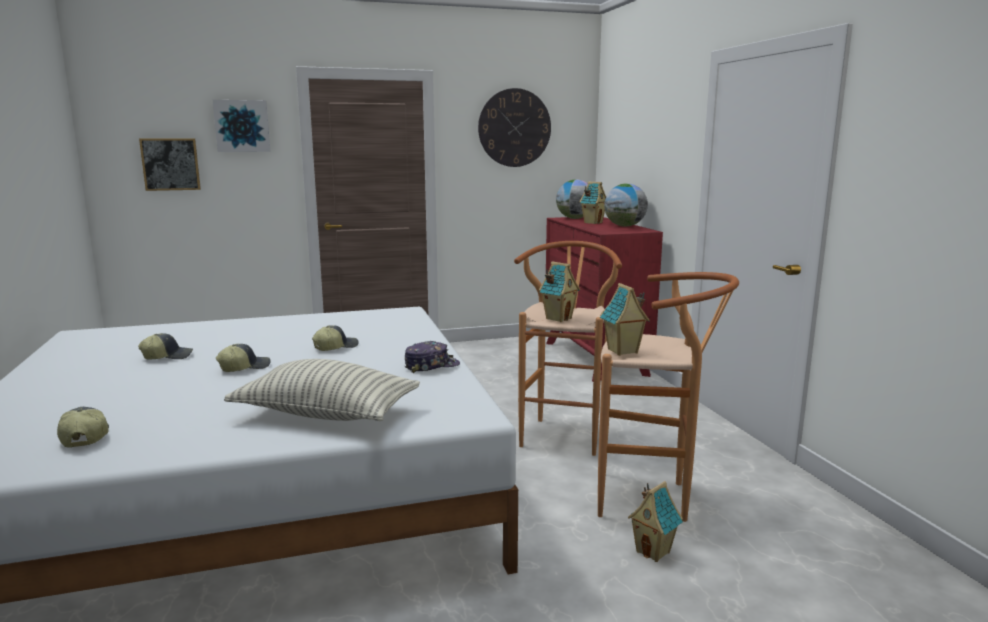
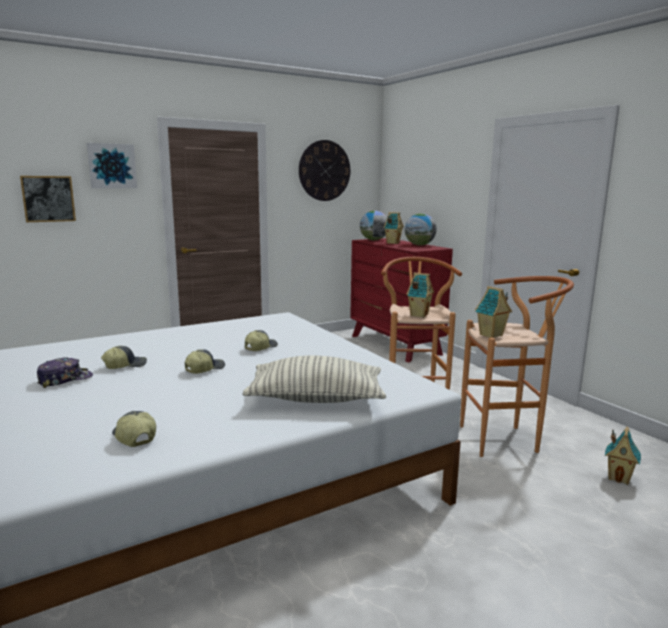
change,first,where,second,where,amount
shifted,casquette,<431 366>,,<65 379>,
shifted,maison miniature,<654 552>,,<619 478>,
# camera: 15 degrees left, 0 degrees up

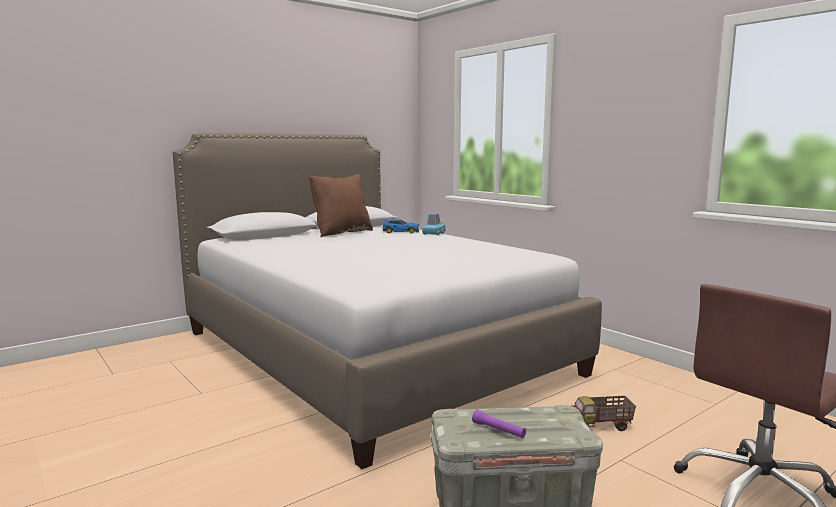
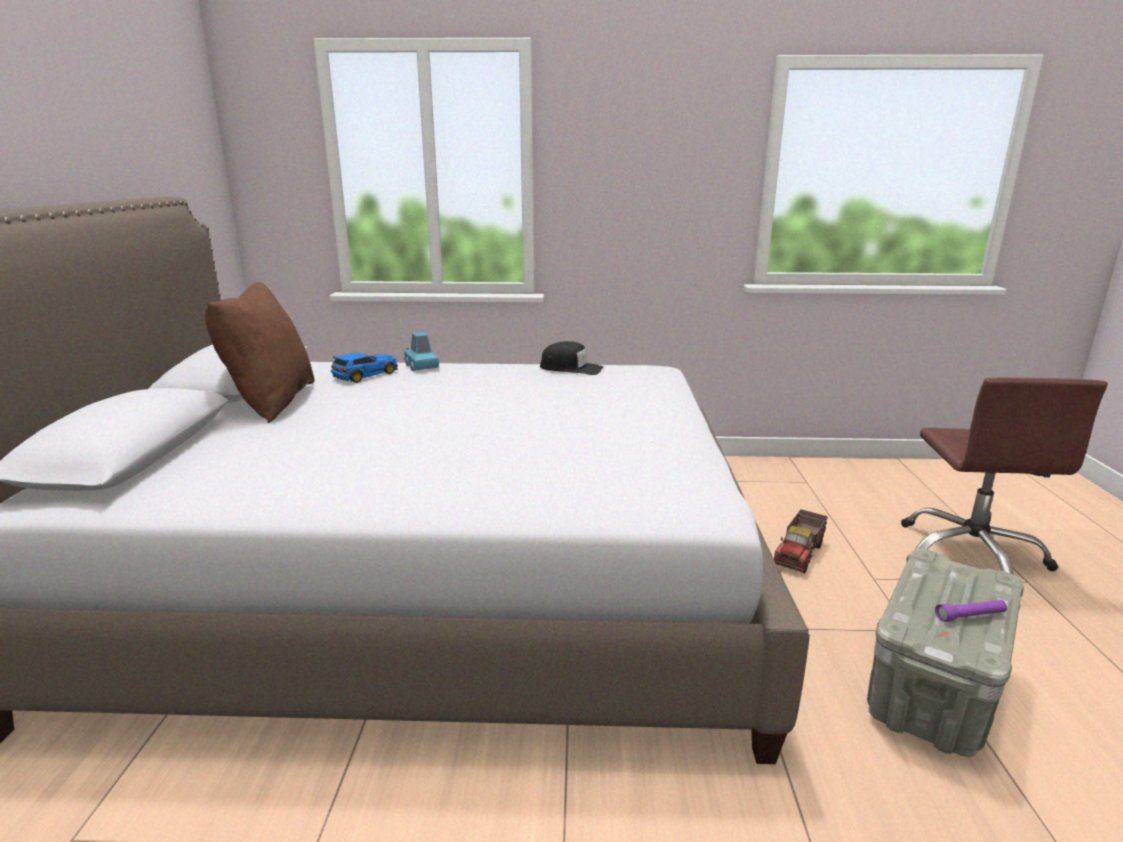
change,first,where,second,where,amount
new,,,casquette (noir),<571 368>,
# camera: 50 degrees left, 10 degrees up

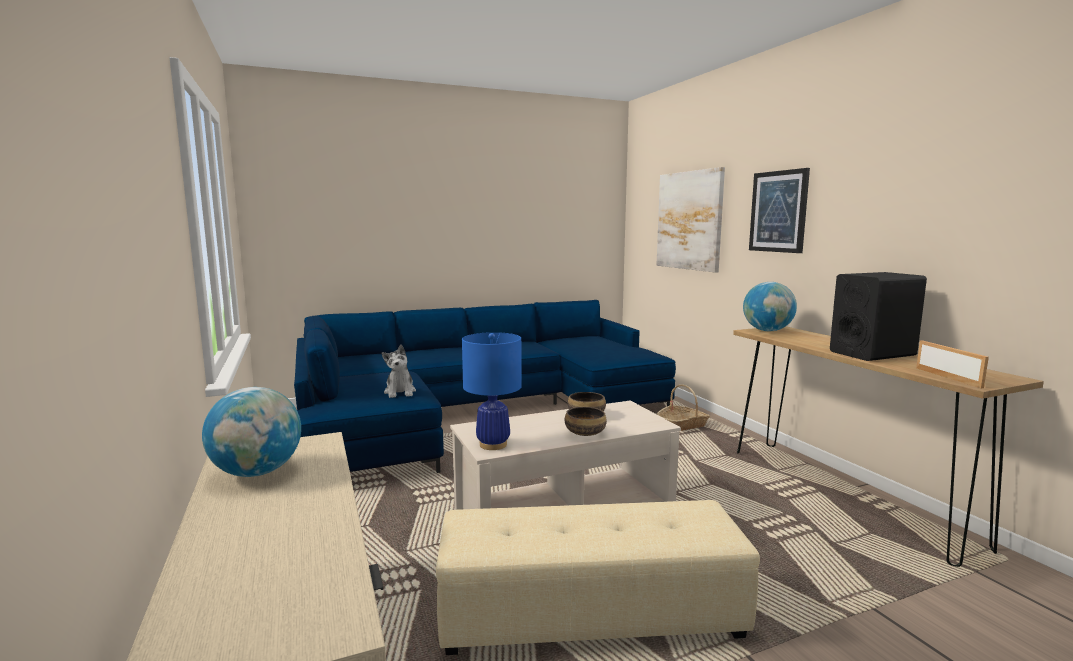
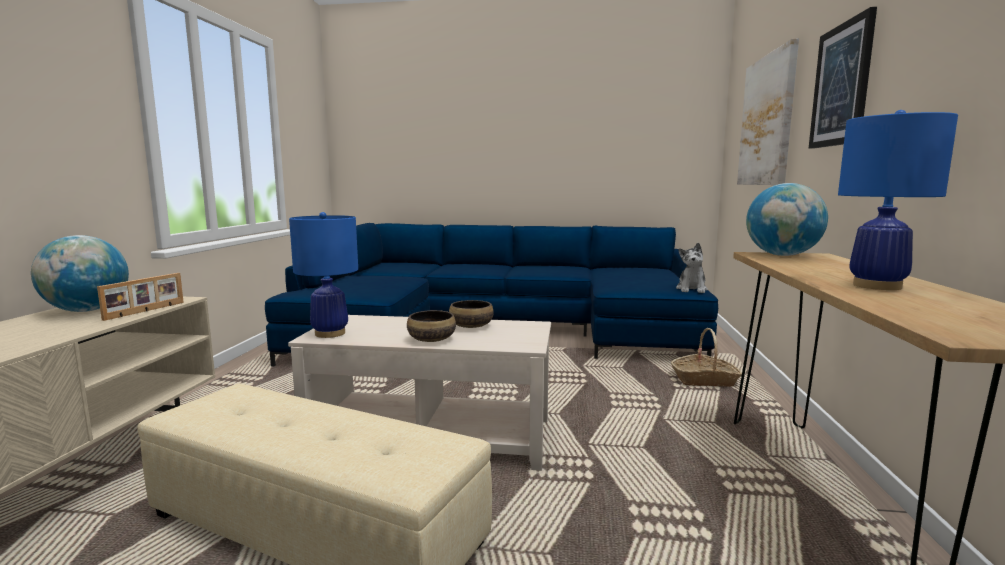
change,first,where,second,where,amount
shifted,peluche,<400 392>,,<691 289>,
swapped,enceinte (noir),<872 353>,lampe de table (bleu),<877 286>,
shifted,cadre photo,<948 377>,,<146 311>,
# camera: 30 degrees right, 0 degrees up

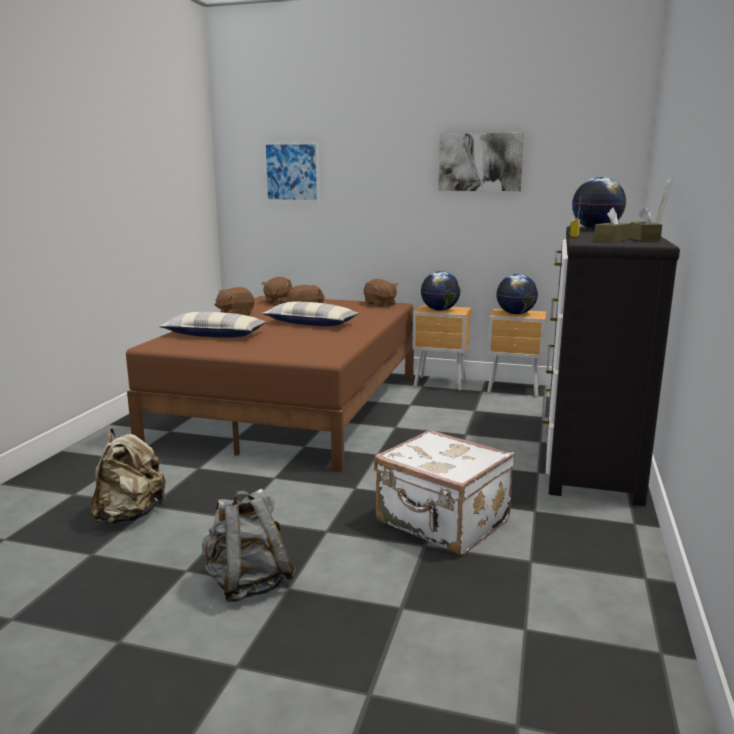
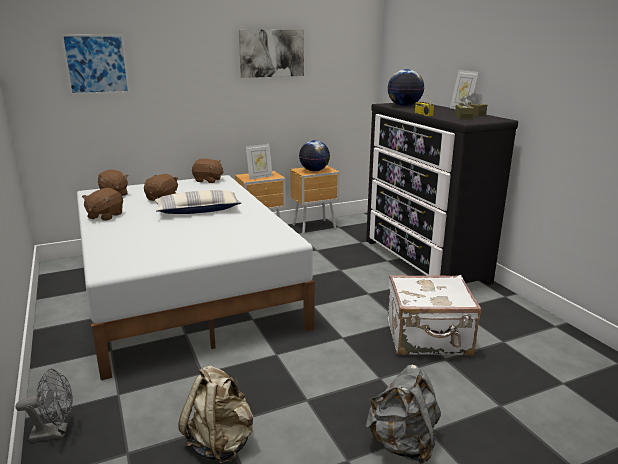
change,first,where,second,where,amount
repainted,lit (marron),<294 406>,lit (blanc),<185 287>,
gone,coussin,<215 335>,,,
swapped,globe,<440 310>,cadre photo,<259 177>,
new,,,ventilateur (gris),<55 432>,
# camera: 40 degrees left, 5 degrees up

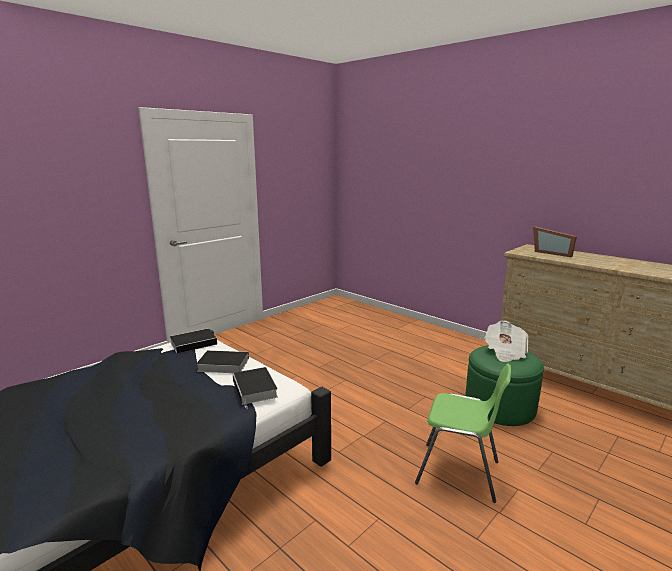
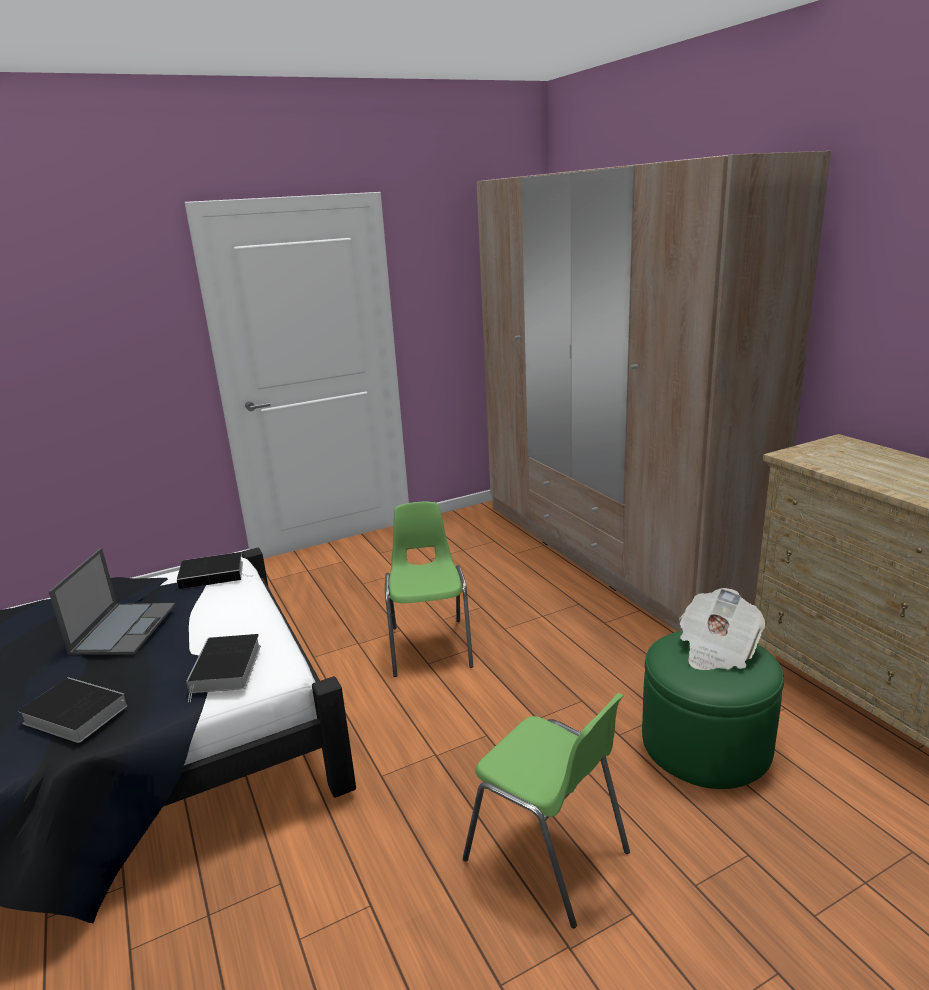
change,first,where,second,where,amount
shifted,livre,<221 365>,,<72 714>,
gone,cadre photo,<552 253>,,,
new,,,ordinateur portable,<124 628>,
new,,,chaise (vert),<430 646>,
new,,,armoire (beige),<608 553>,
# camera: 20 degrees right, 5 degrees up

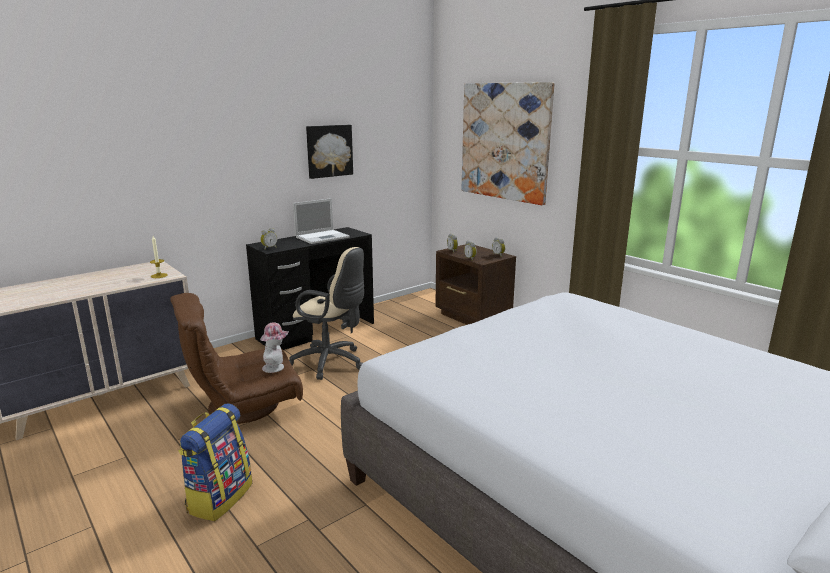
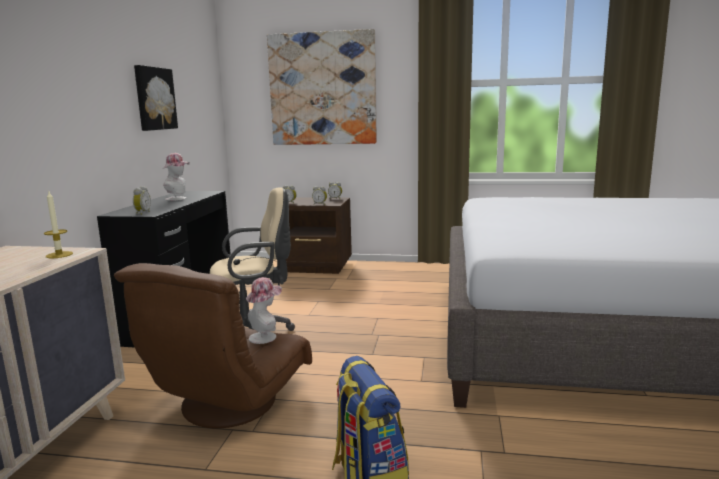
change,first,where,second,where,amount
swapped,ordinateur portable,<323 237>,chapeau,<178 199>,
# camera: 40 degrees left, 5 degrees down

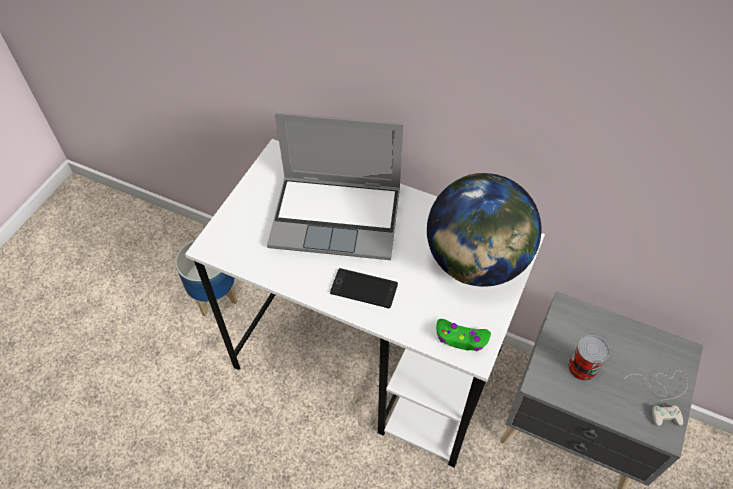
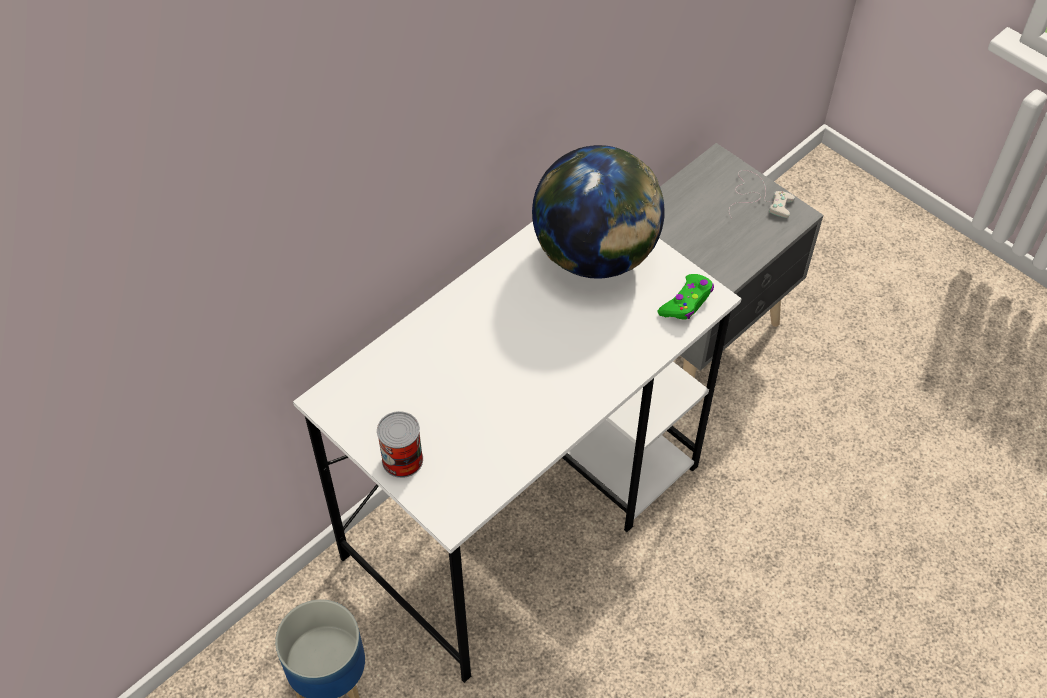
change,first,where,second,where,amount
gone,ordinateur portable,<338 217>,,,
gone,téléphone,<364 288>,,,
shifted,boîte métallique,<582 367>,,<402 459>,
# camera: 70 degrees left, 0 degrees up

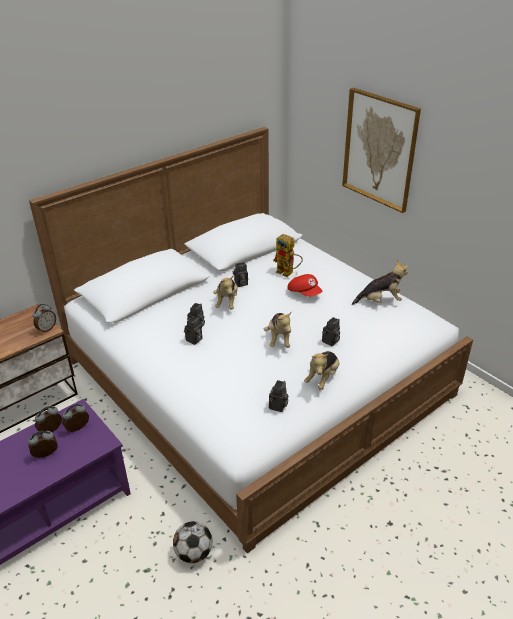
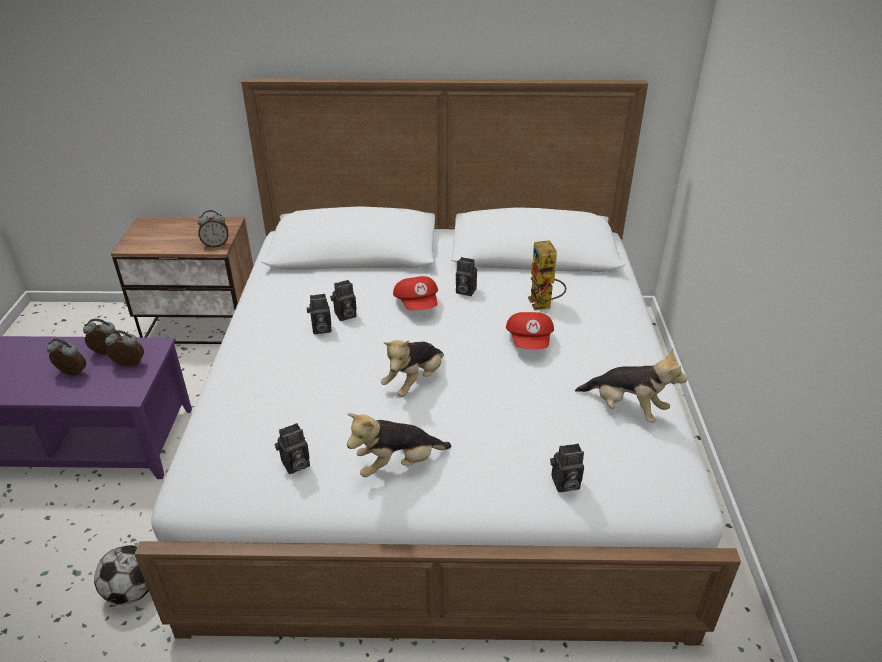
change,first,where,second,where,amount
swapped,peluche,<227 302>,casquette (rouge),<417 304>,
shifted,appareil photo,<330 341>,,<564 484>,
gone,tableau,<379 150>,,,
# camera: 40 degrees right, 0 degrees up

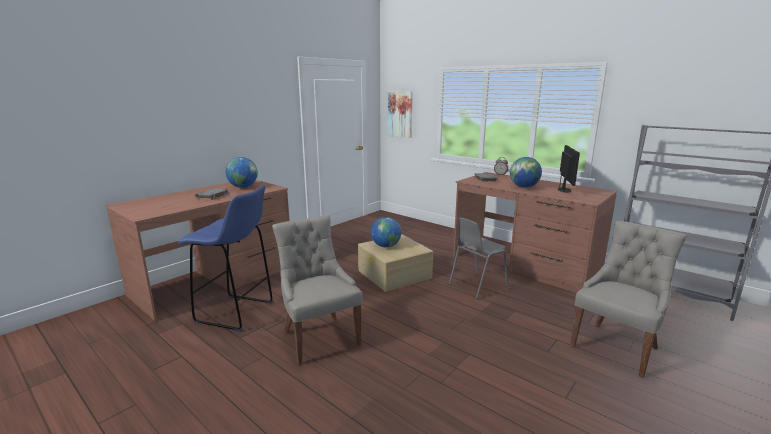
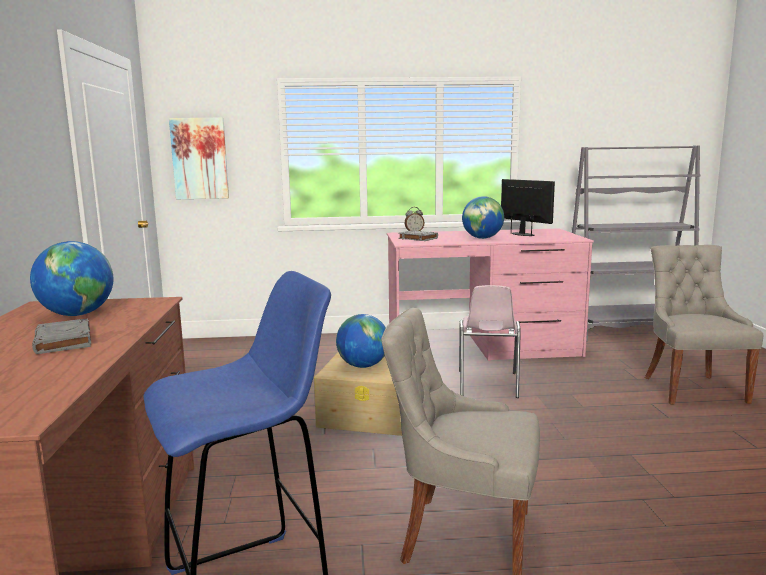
change,first,where,second,where,amount
repainted,chaise (gris),<476 285>,chaise (rose),<487 384>,
repainted,bureau (marron),<524 264>,bureau (rose),<482 346>,
# camera: 45 degrees left, 5 degrees down

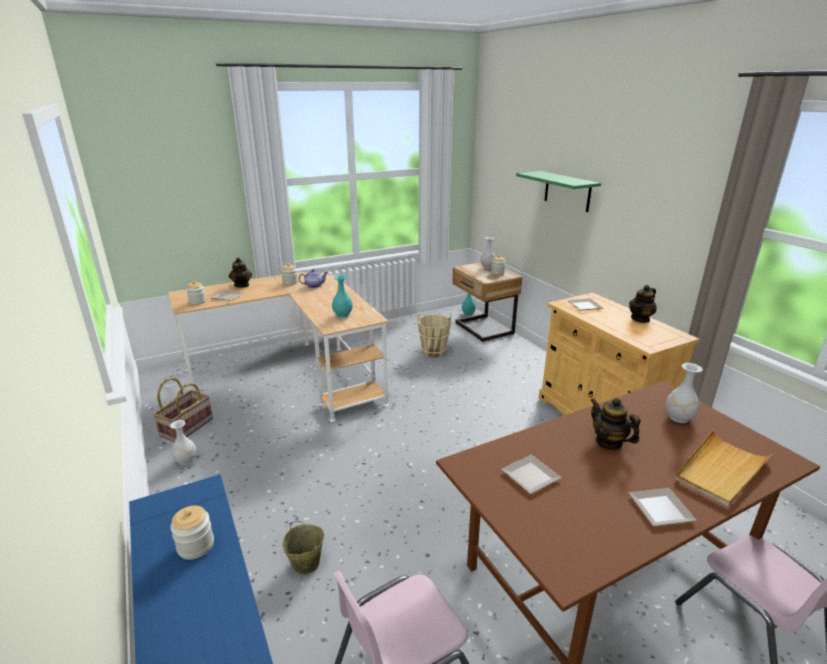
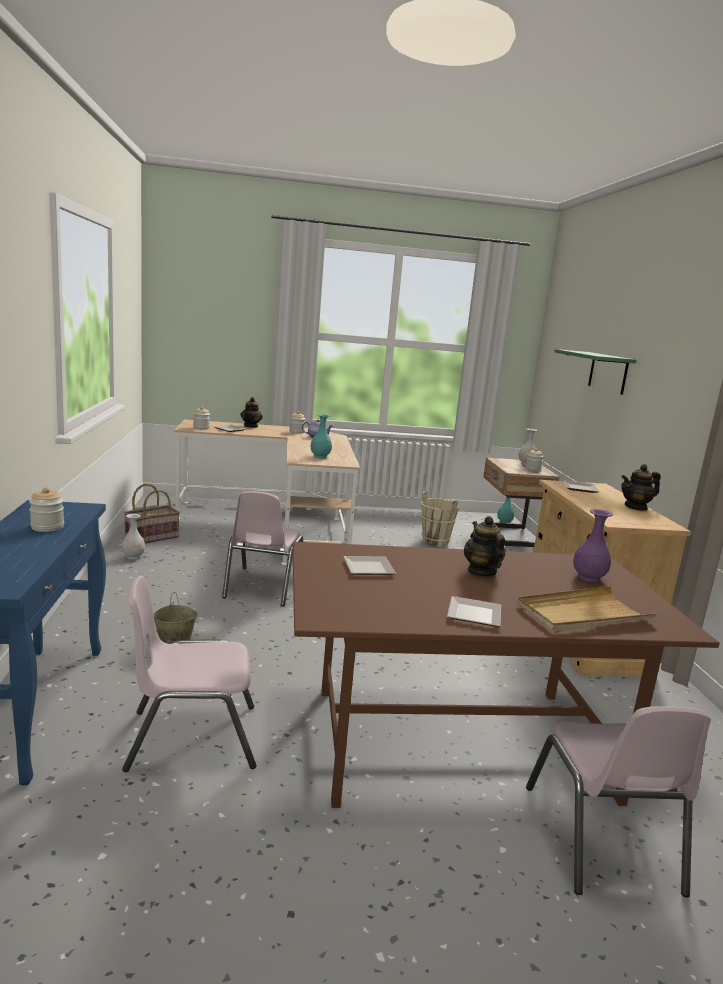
change,first,where,second,where,amount
repainted,vase (blanc),<678 417>,vase (violet),<588 577>,
new,,,chaise (rose),<263 586>,
# camera: 20 degrees right, 10 degrees down

